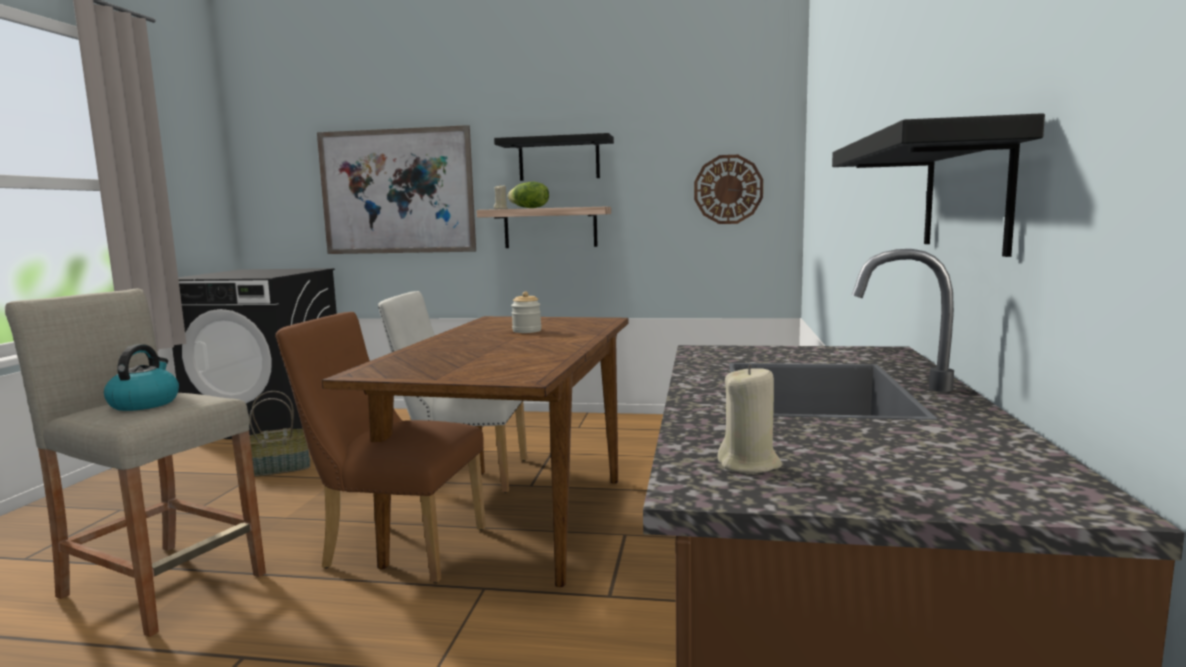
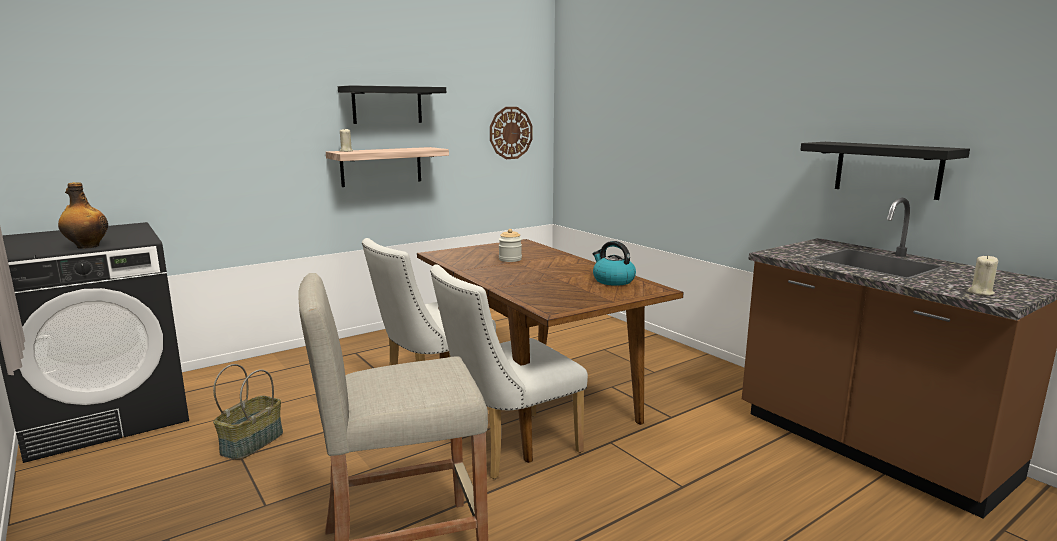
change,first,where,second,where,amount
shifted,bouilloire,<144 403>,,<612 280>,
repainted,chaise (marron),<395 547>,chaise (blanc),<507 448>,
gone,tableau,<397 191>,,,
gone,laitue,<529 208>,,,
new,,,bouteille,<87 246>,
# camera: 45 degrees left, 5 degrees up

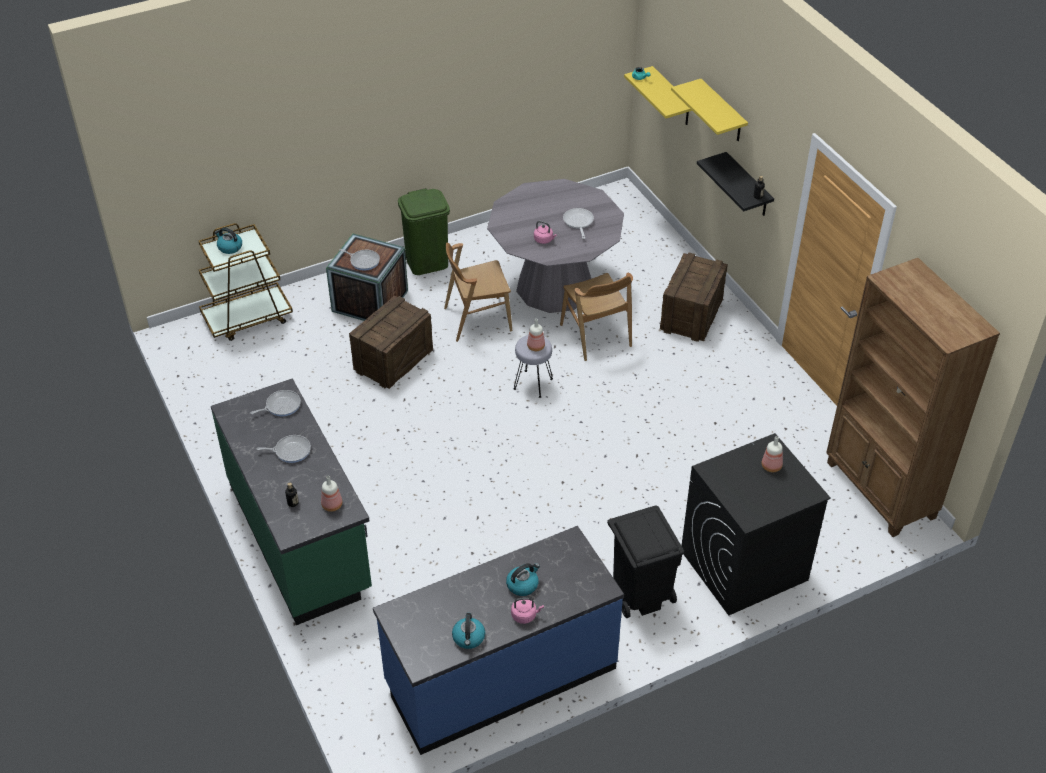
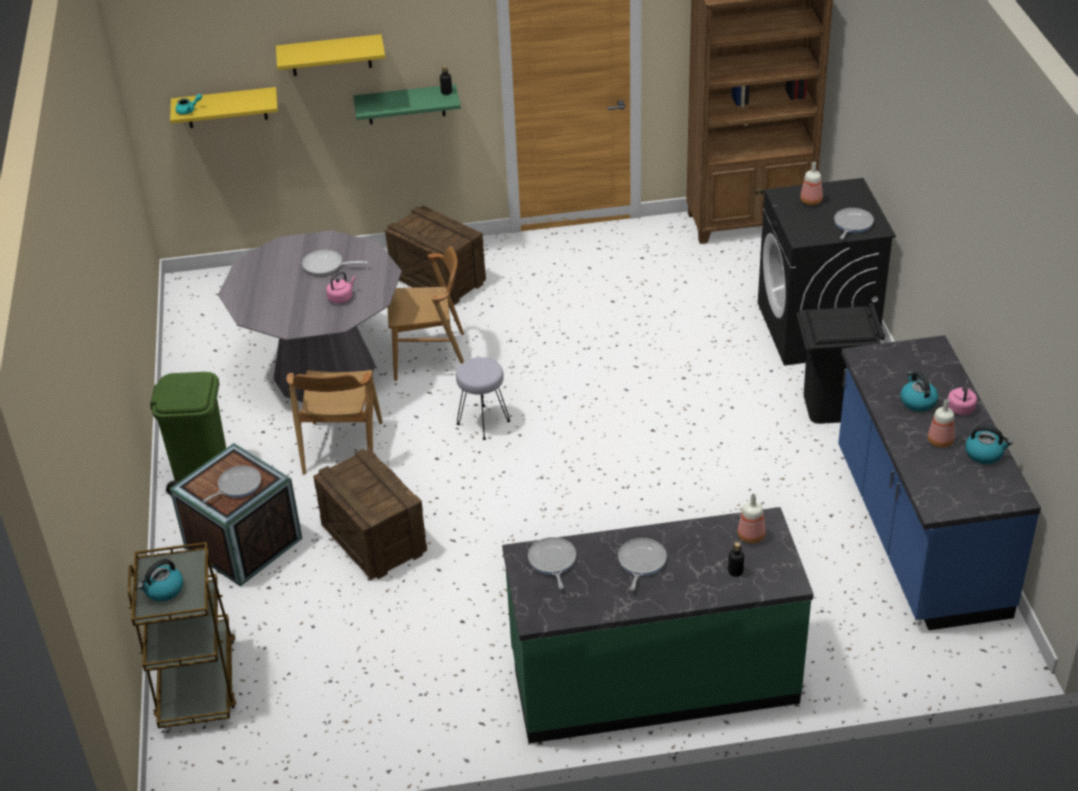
change,first,where,second,where,amount
shifted,bouteille,<536 347>,,<941 441>,
repainted,étagère (noir),<748 186>,étagère (vert),<406 104>,
new,,,poêle,<852 224>,
# camera: 70 degrees left, 5 degrees down

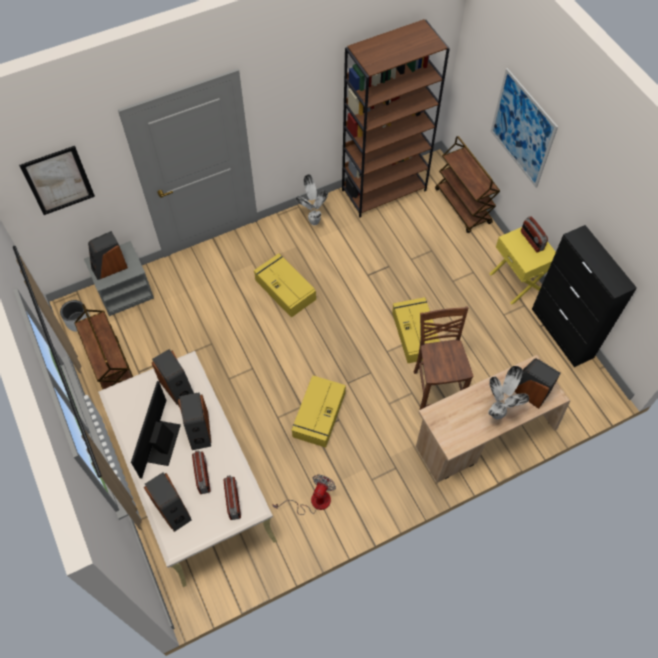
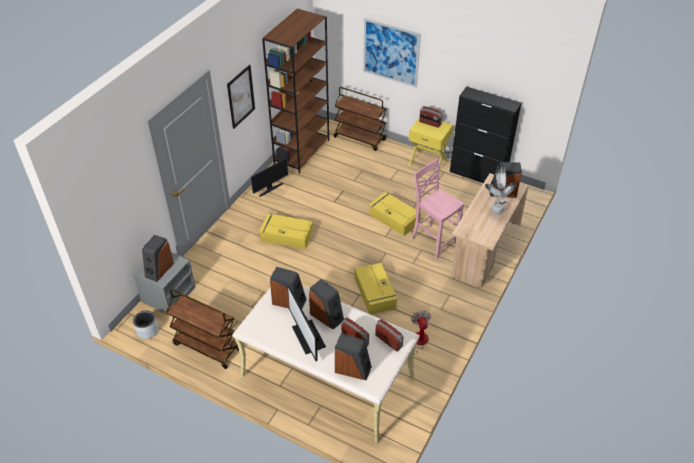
change,first,where,second,where,amount
shifted,tableau,<58 180>,,<241 96>,
swapped,plante en pot,<314 221>,écran d'ordinateur,<270 189>,
repainted,chaise (marron),<435 389>,chaise (rose),<433 240>,
# camera: 35 degrees left, 15 degrees down

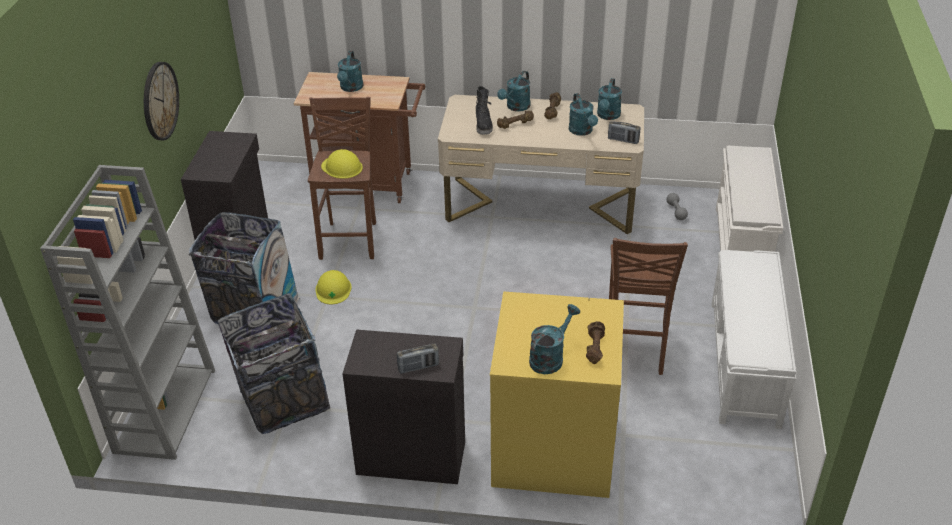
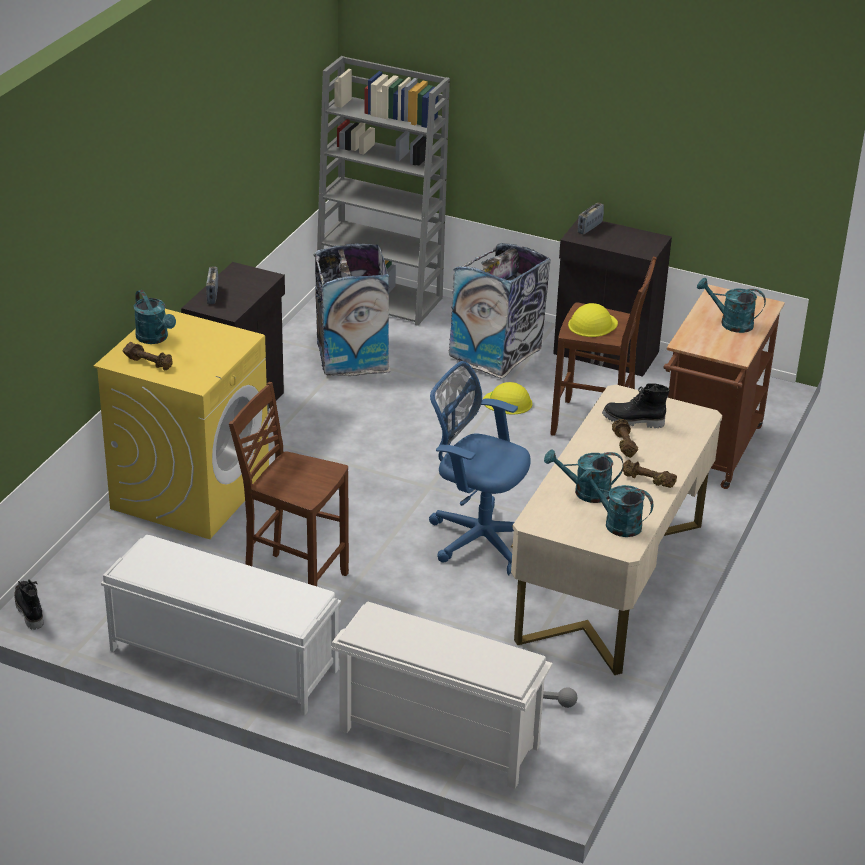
change,first,where,second,where,amount
gone,horloge murale,<159 101>,,,
gone,arrosoir (turquoise),<516 107>,,,
shifted,radio,<623 140>,,<589 227>,
new,,,botte (noir),<28 610>,
new,,,chaise de bureau (bleu),<478 538>,
# camera: 105 degrees right, 5 degrees down

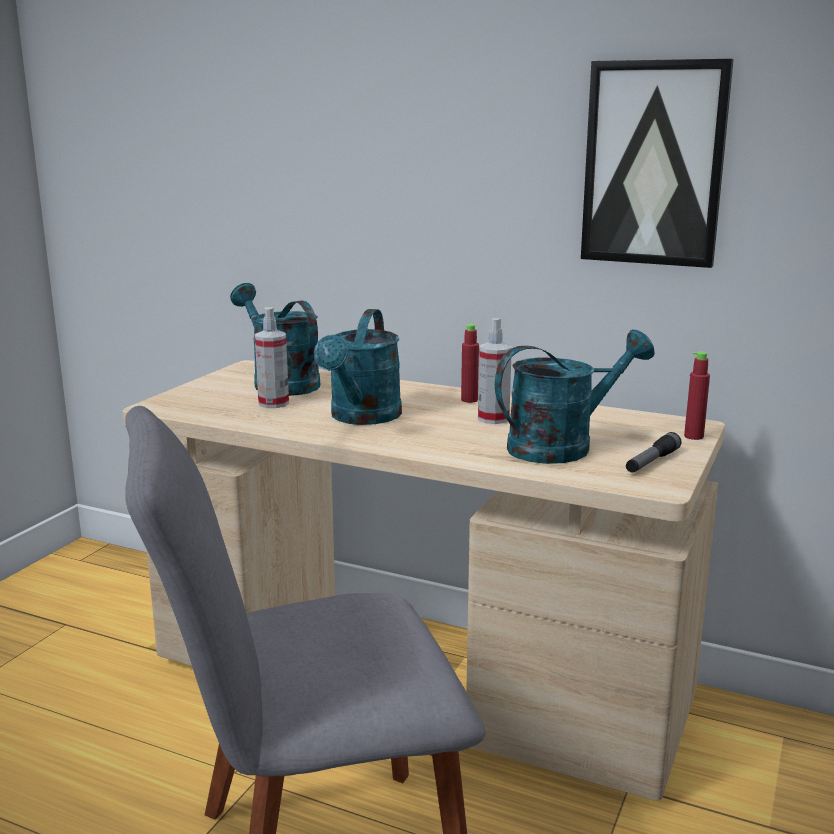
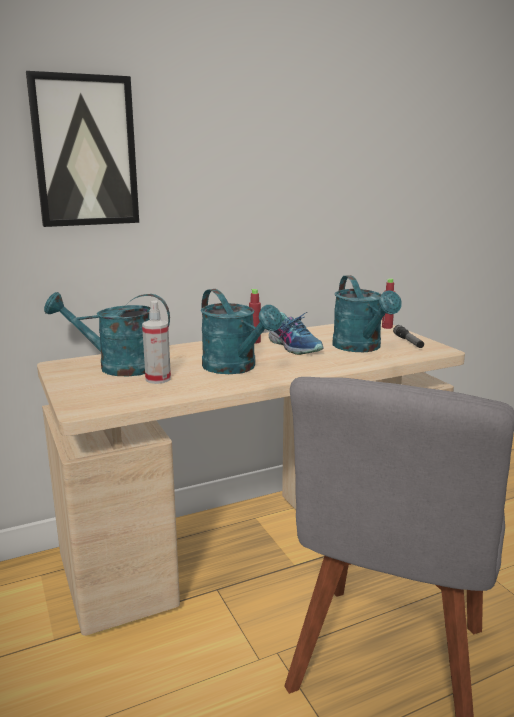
change,first,where,second,where,amount
swapped,vaporisateur,<493 418>,chaussure,<295 346>,
rotated,arrosoir (turquoise),<562 446>,,<361 348>,150 degrees clockwise
shifted,tableau,<654 164>,,<85 152>,
# camera: 50 degrees left, 0 degrees up

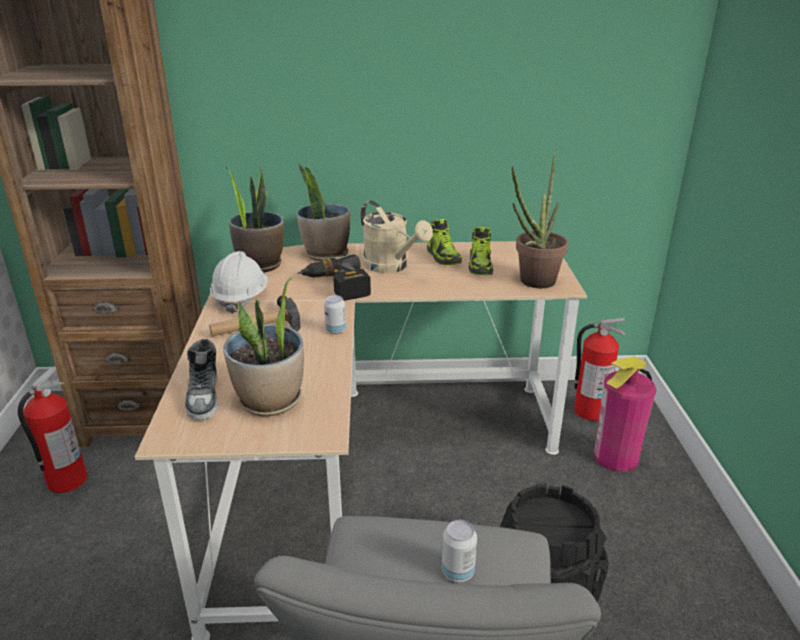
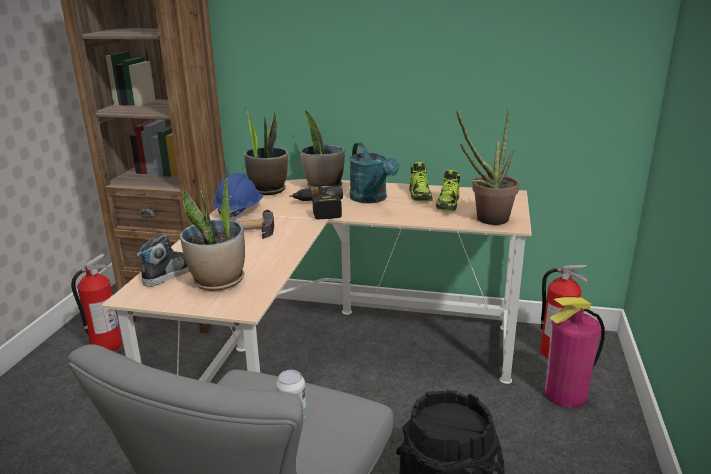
change,first,where,second,where,amount
rotated,chaussure,<204 396>,,<172 272>,150 degrees counterclockwise
repainted,casque de chantier (blanc),<240 299>,casque de chantier (bleu),<239 211>,
gone,boîte métallique,<335 330>,,,
repainted,arrosoir (beige),<391 267>,arrosoir (turquoise),<372 199>,
# camera: 15 degrees right, 5 degrees down

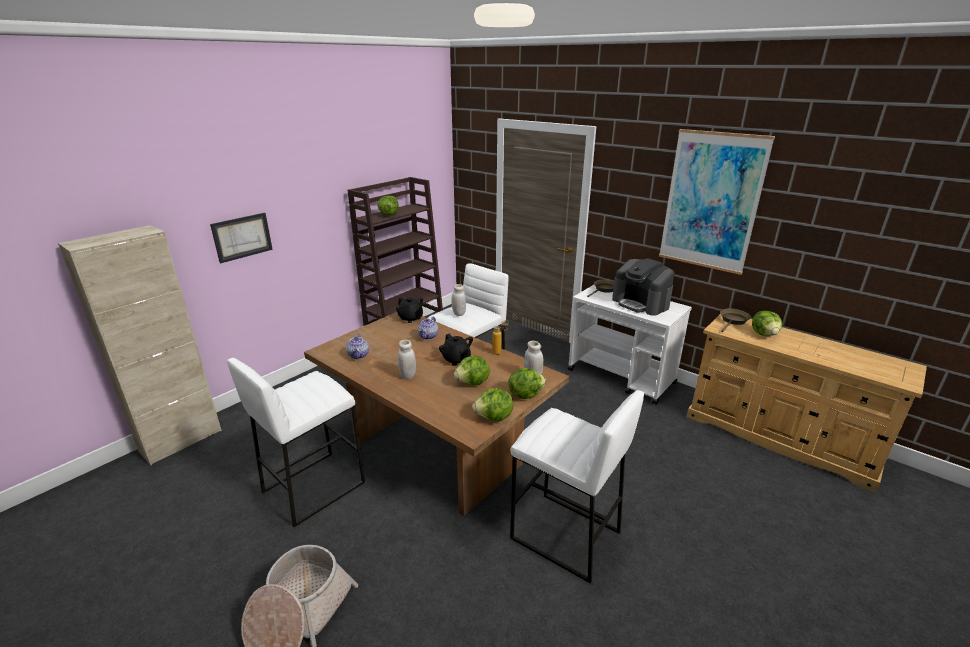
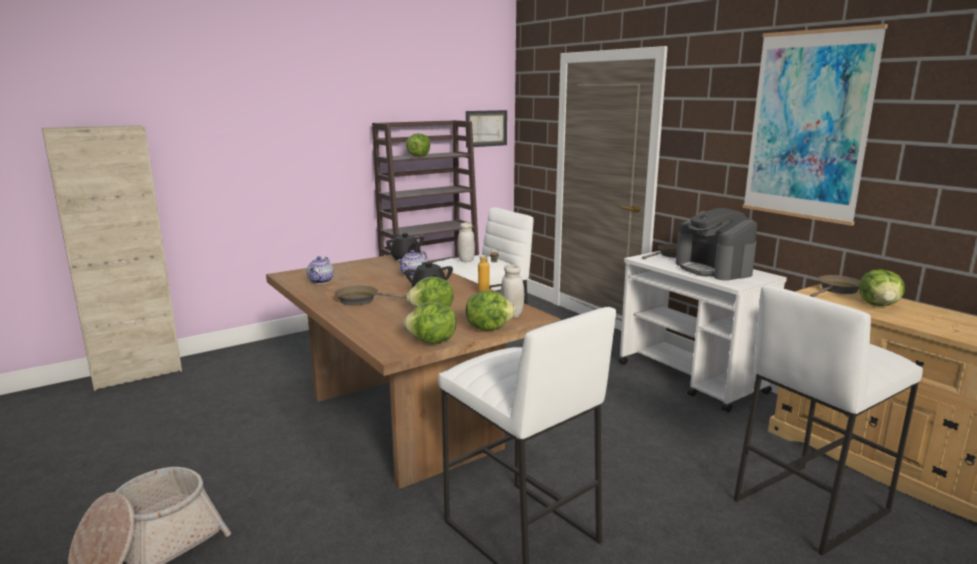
change,first,where,second,where,amount
shifted,tableau,<242 237>,,<486 128>,
shifted,tabouret (blanc),<313 486>,,<809 505>,
swapped,bocal (blanc),<407 375>,poêle (marron),<361 300>,
# camera: 15 degrees right, 10 degrees down

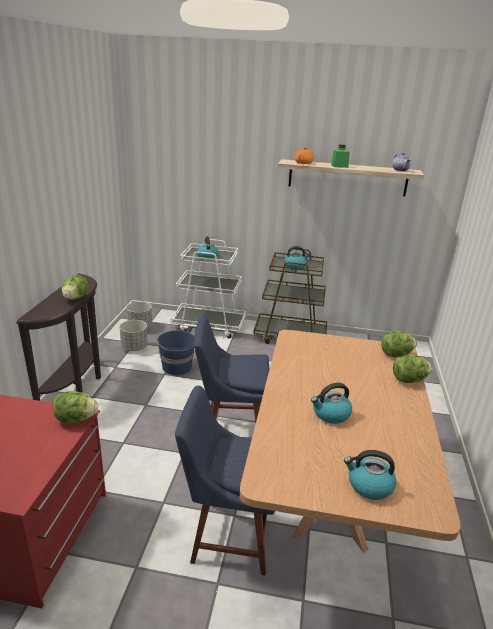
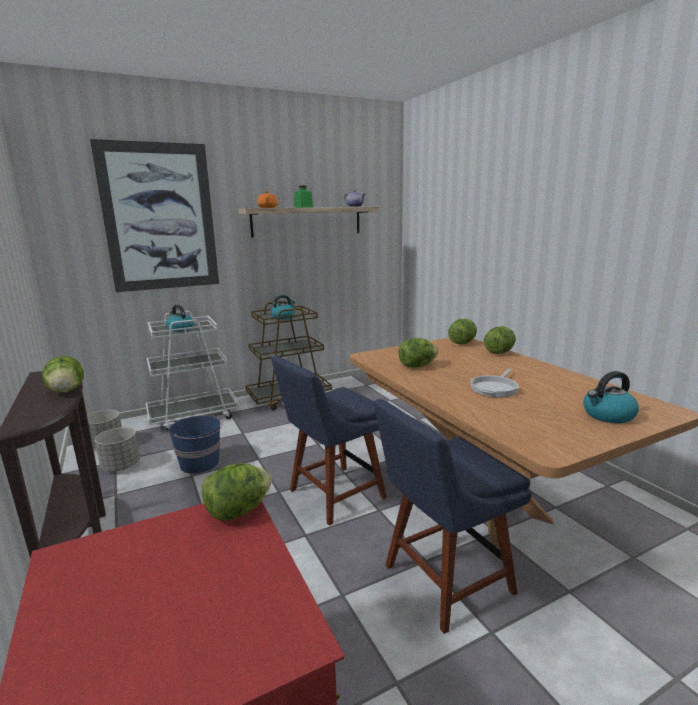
change,first,where,second,where,amount
swapped,bouilloire,<330 414>,poêle,<495 388>,
new,,,tableau,<160 218>,
new,,,laitue,<417 366>,
# camera: 35 degrees left, 10 degrees down

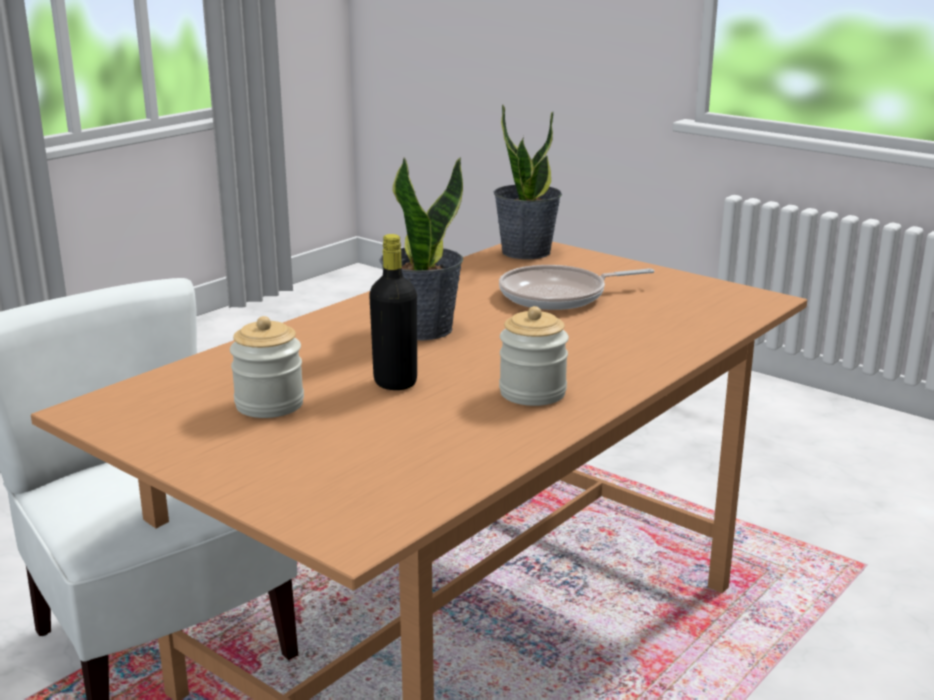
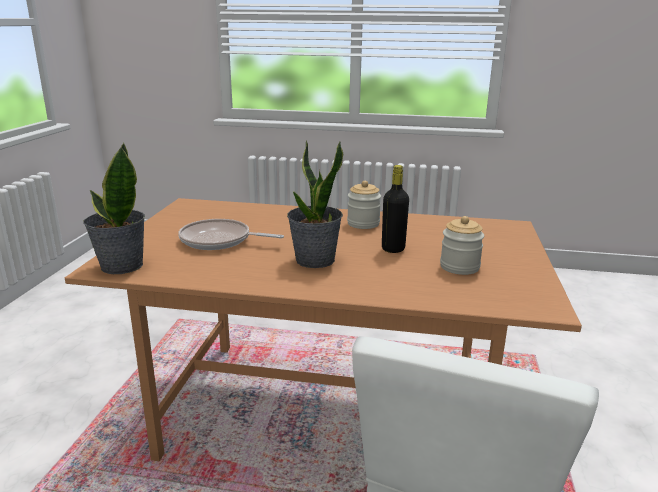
change,first,where,second,where,amount
rotated,poêle,<559 296>,,<219 241>,150 degrees clockwise
# camera: 120 degrees left, 0 degrees up

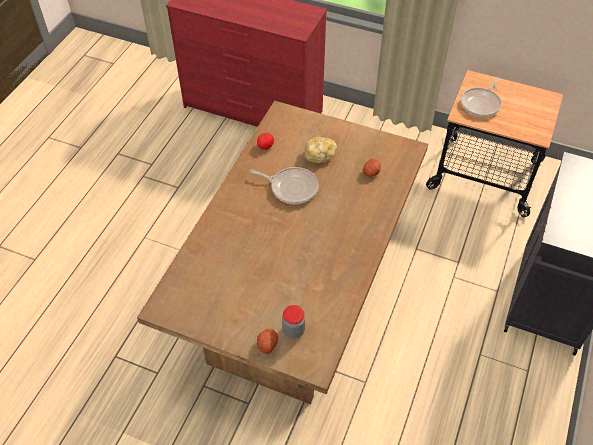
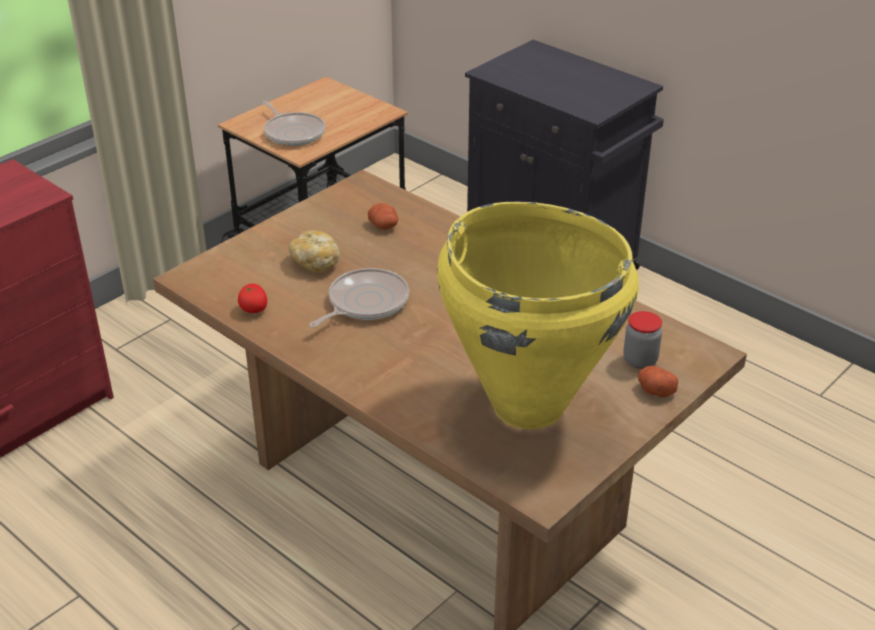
change,first,where,second,where,amount
new,,,vase (jaune),<529 405>,
# camera: 70 degrees left, 15 degrees down

